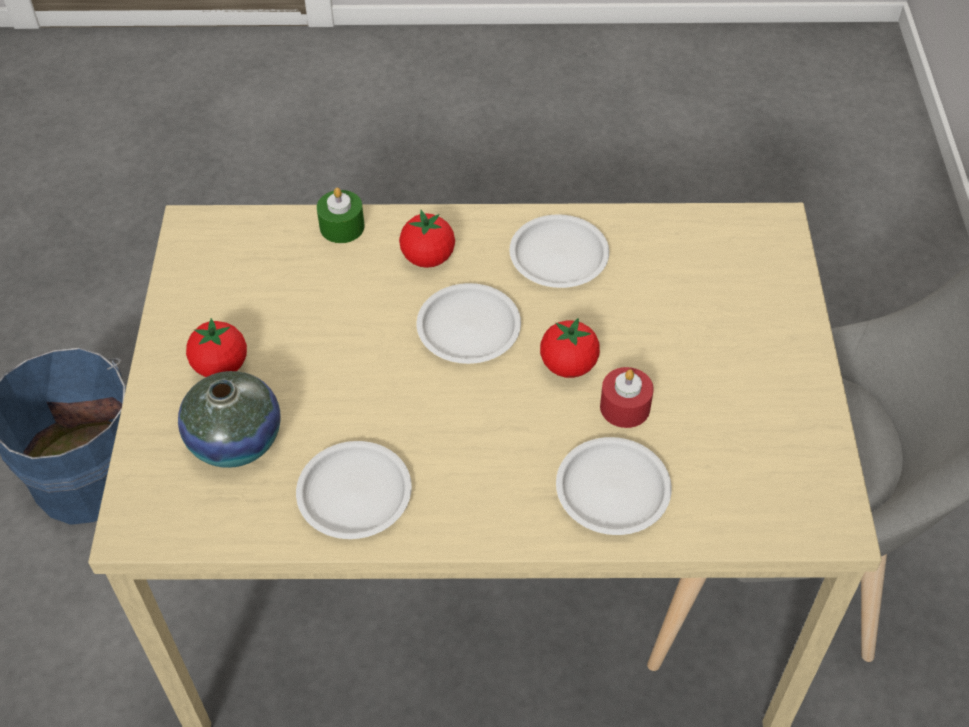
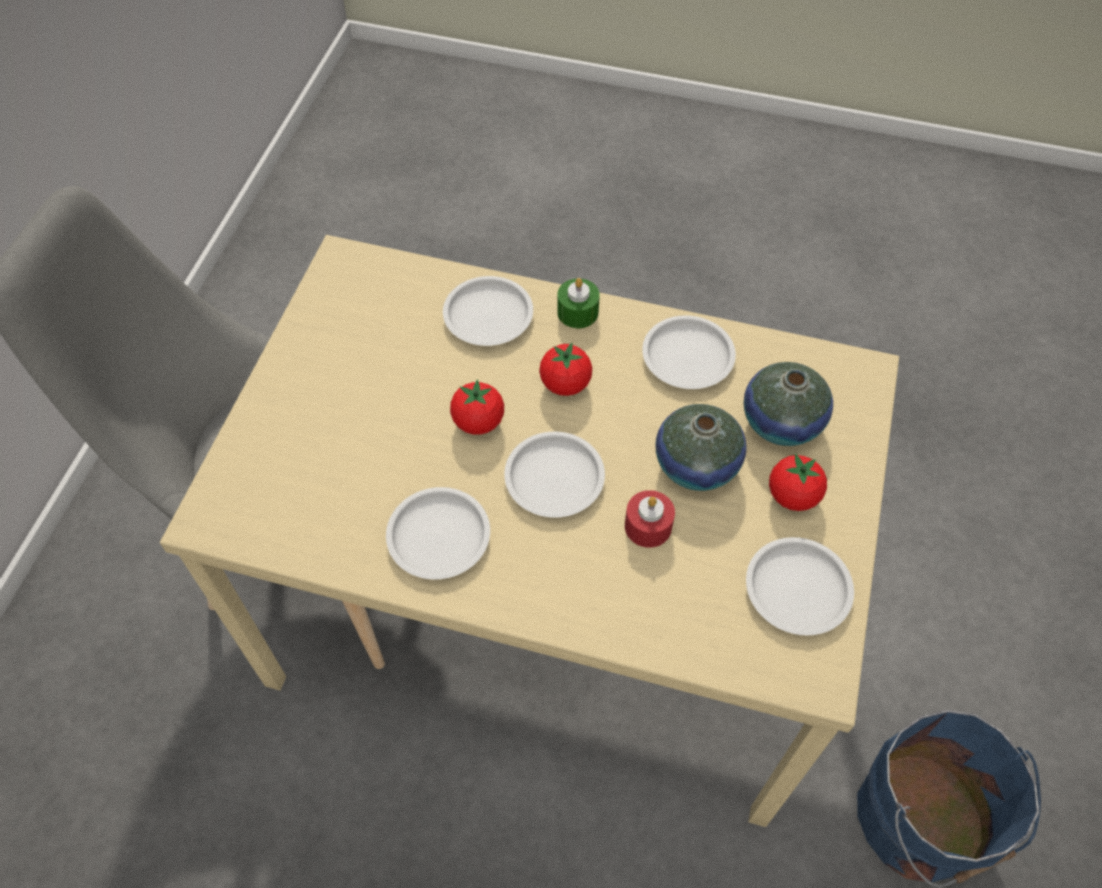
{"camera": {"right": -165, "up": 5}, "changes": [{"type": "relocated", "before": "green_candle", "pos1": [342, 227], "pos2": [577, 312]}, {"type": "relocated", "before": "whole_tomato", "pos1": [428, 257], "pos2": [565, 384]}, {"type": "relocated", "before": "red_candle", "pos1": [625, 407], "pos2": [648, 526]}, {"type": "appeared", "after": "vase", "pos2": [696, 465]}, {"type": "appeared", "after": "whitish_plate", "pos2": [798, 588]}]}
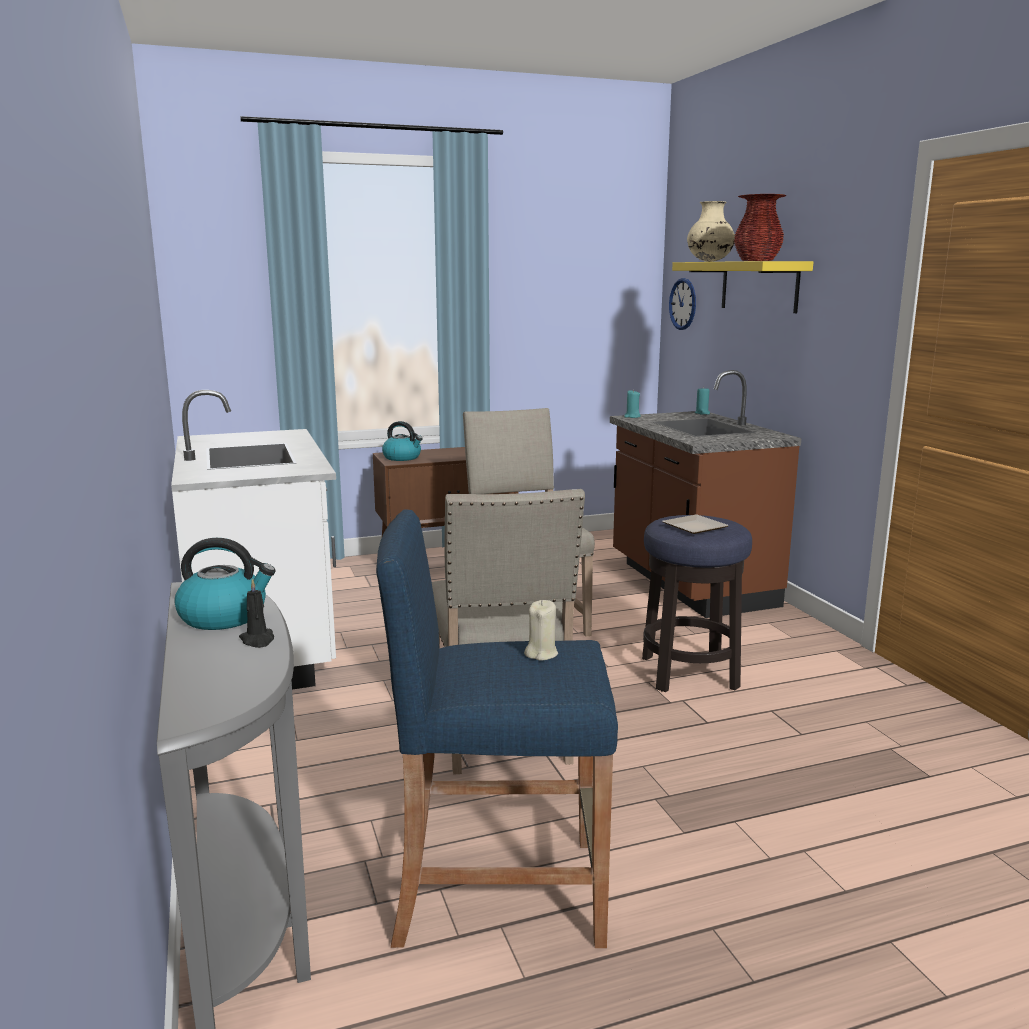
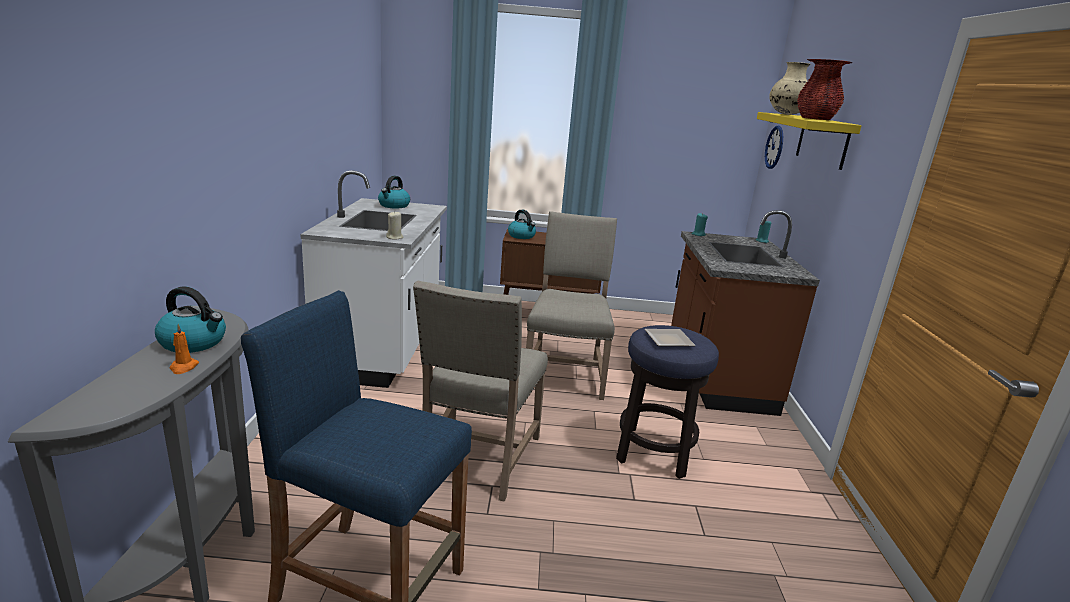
{"camera": {"right": 20, "up": 5}, "changes": [{"type": "colour", "before": "black_candle", "after": "orangey_candle", "pos1": [258, 640], "pos2": [183, 367]}, {"type": "relocated", "before": "beige-coloured_candle", "pos1": [541, 653], "pos2": [395, 237]}, {"type": "appeared", "after": "kettle", "pos2": [394, 206]}]}
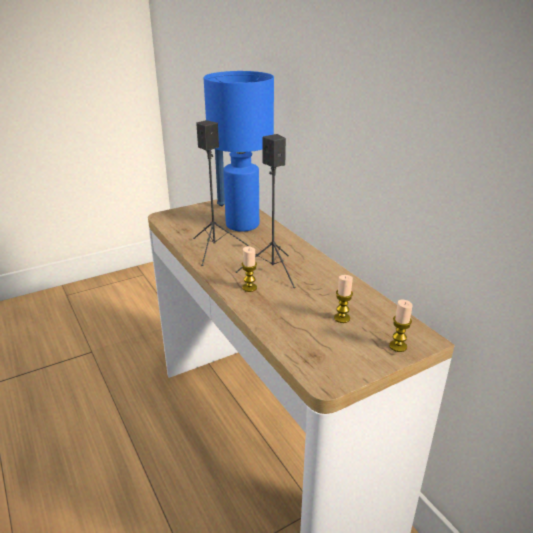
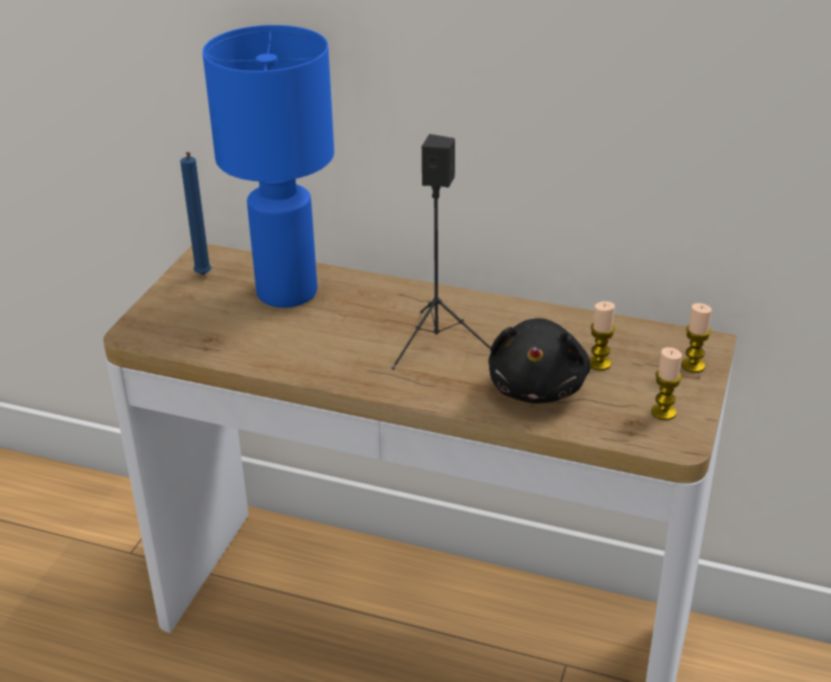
{"camera": {"right": -40, "up": 5}, "changes": [{"type": "missing", "before": "black_speaker", "pos1": [215, 249]}, {"type": "relocated", "before": "candle", "pos1": [249, 288], "pos2": [663, 412]}, {"type": "appeared", "after": "black_plush_toy", "pos2": [538, 387]}]}
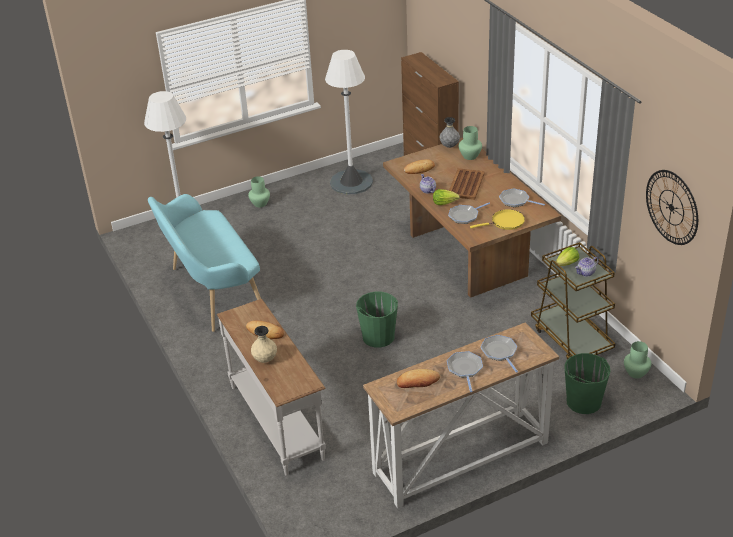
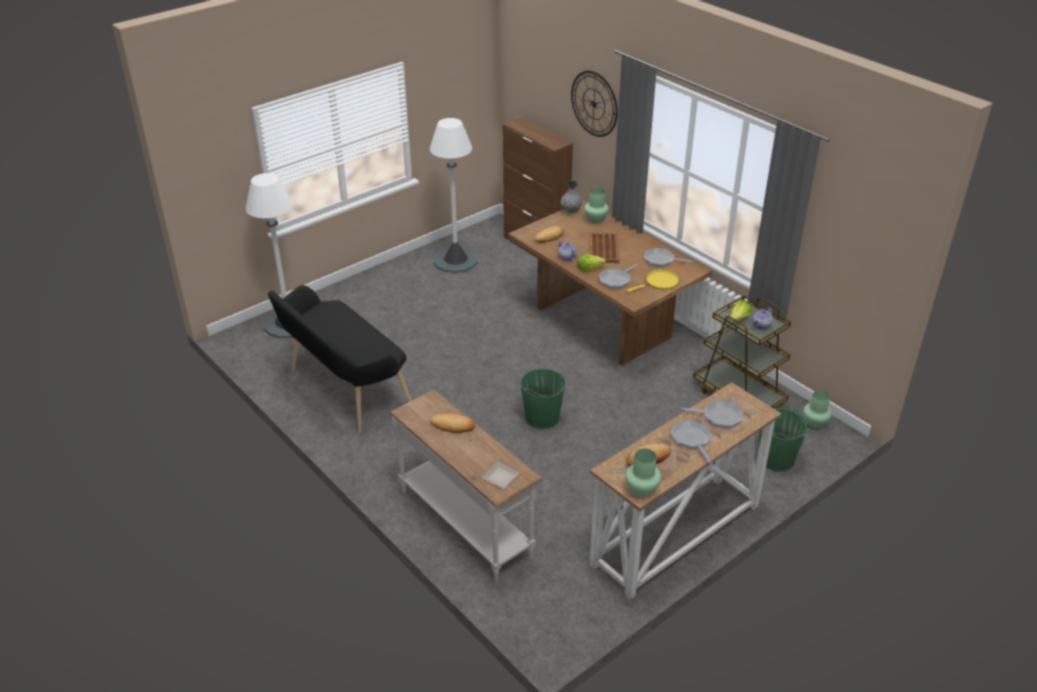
{"camera": {"right": -15, "up": 0}, "changes": [{"type": "colour", "before": "turquoise-coloured_indoor_bench", "after": "black_indoor_bench", "pos1": [212, 292], "pos2": [344, 390]}, {"type": "relocated", "before": "green_vase", "pos1": [260, 203], "pos2": [642, 489]}, {"type": "missing", "before": "beige-coloured_vase", "pos1": [265, 359]}, {"type": "spun", "before": "skillet", "pos1": [500, 352], "pos2": [720, 417], "turn": 135}, {"type": "relocated", "before": "hanging_clock", "pos1": [671, 207], "pos2": [594, 104]}, {"type": "appeared", "after": "plate", "pos2": [502, 477]}]}
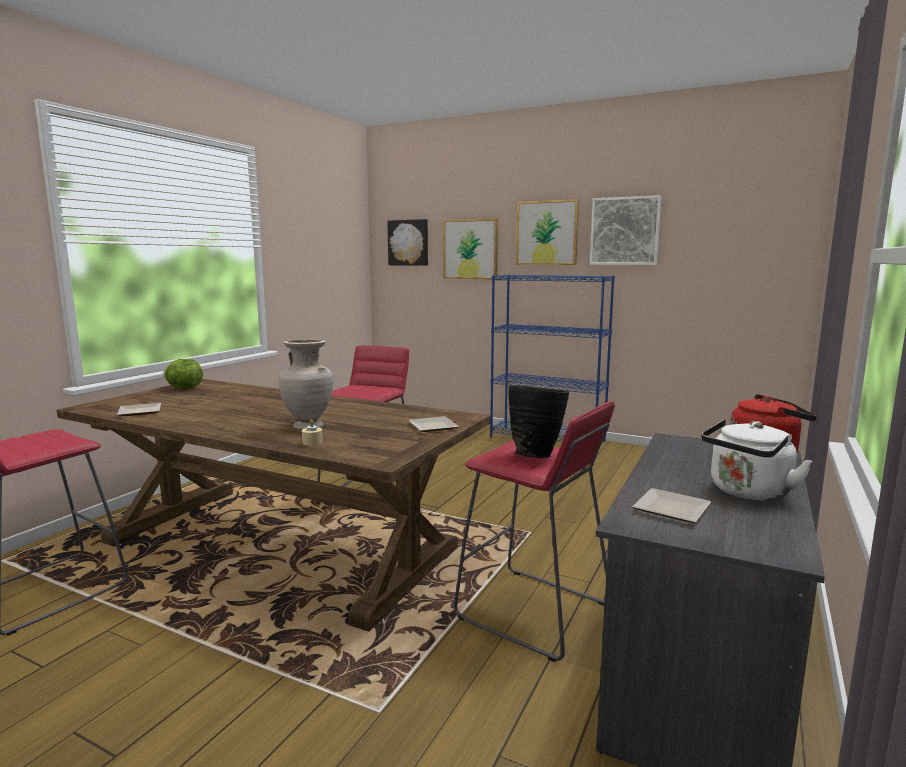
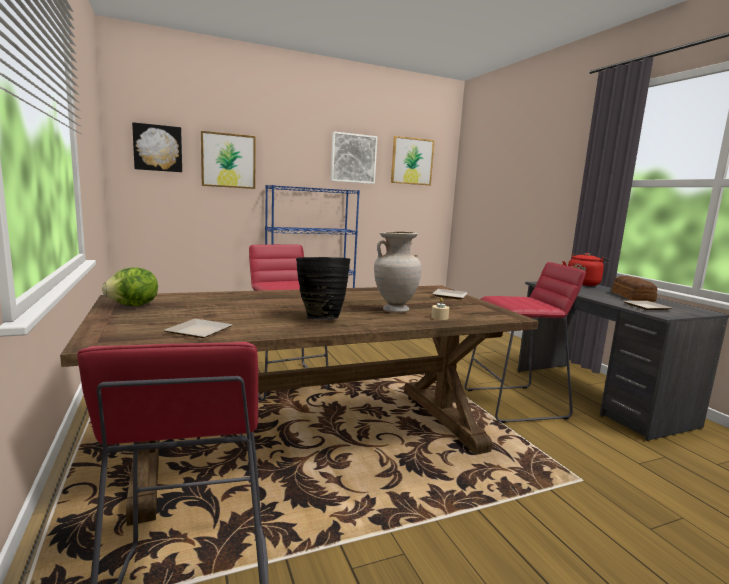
{"camera": {"right": -50, "up": 0}, "changes": [{"type": "relocated", "before": "black_vase", "pos1": [536, 454], "pos2": [320, 318]}, {"type": "relocated", "before": "wall_art", "pos1": [547, 233], "pos2": [412, 161]}, {"type": "exchanged", "before": "whitish_kettle", "after": "bread", "pos1": [747, 493], "pos2": [632, 297]}]}
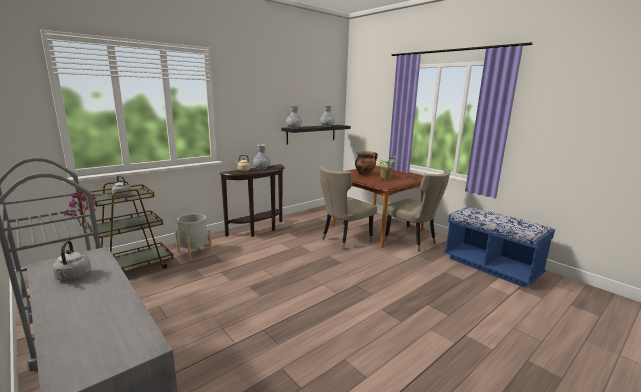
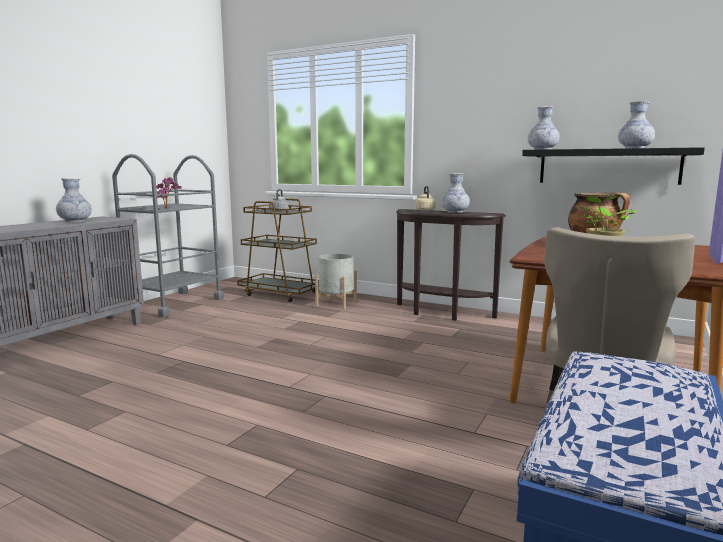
{"camera": {"right": 70, "up": -5}, "changes": [{"type": "exchanged", "before": "grey_kettle", "after": "vase", "pos1": [73, 277], "pos2": [75, 221]}, {"type": "missing", "before": "beige-coloured_plain_chair", "pos1": [344, 240]}]}
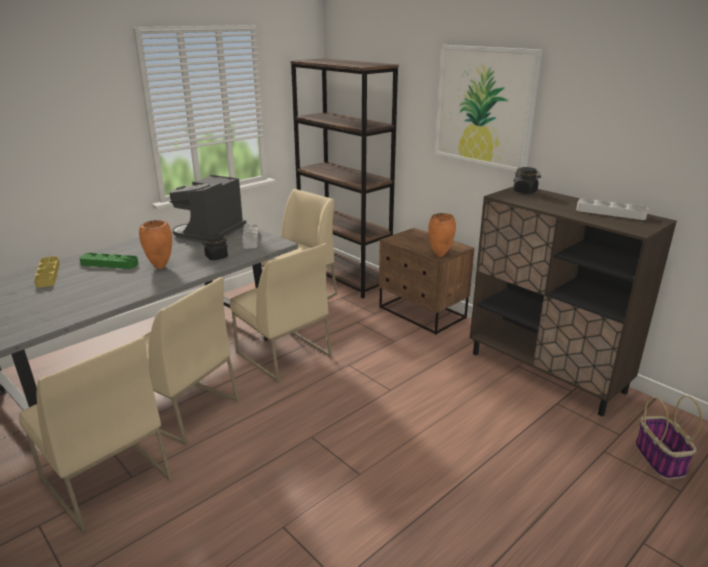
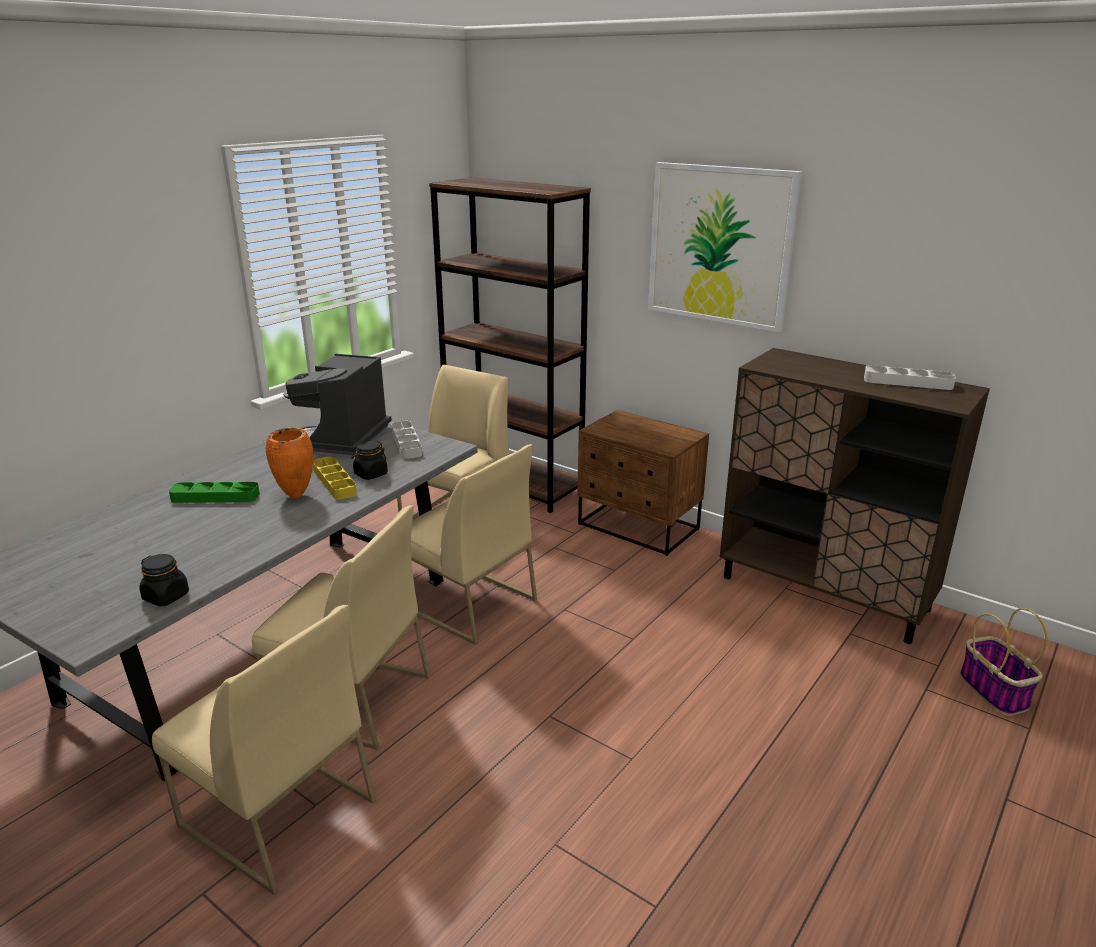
{"camera": {"right": -10, "up": 0}, "changes": [{"type": "relocated", "before": "yellow-coloured_carrying_tray", "pos1": [48, 274], "pos2": [334, 482]}, {"type": "missing", "before": "orangey_vase", "pos1": [440, 255]}, {"type": "relocated", "before": "black_preserve_jar", "pos1": [525, 191], "pos2": [166, 597]}]}
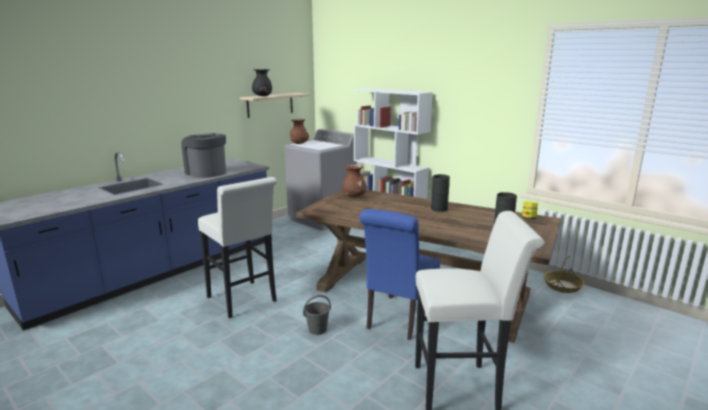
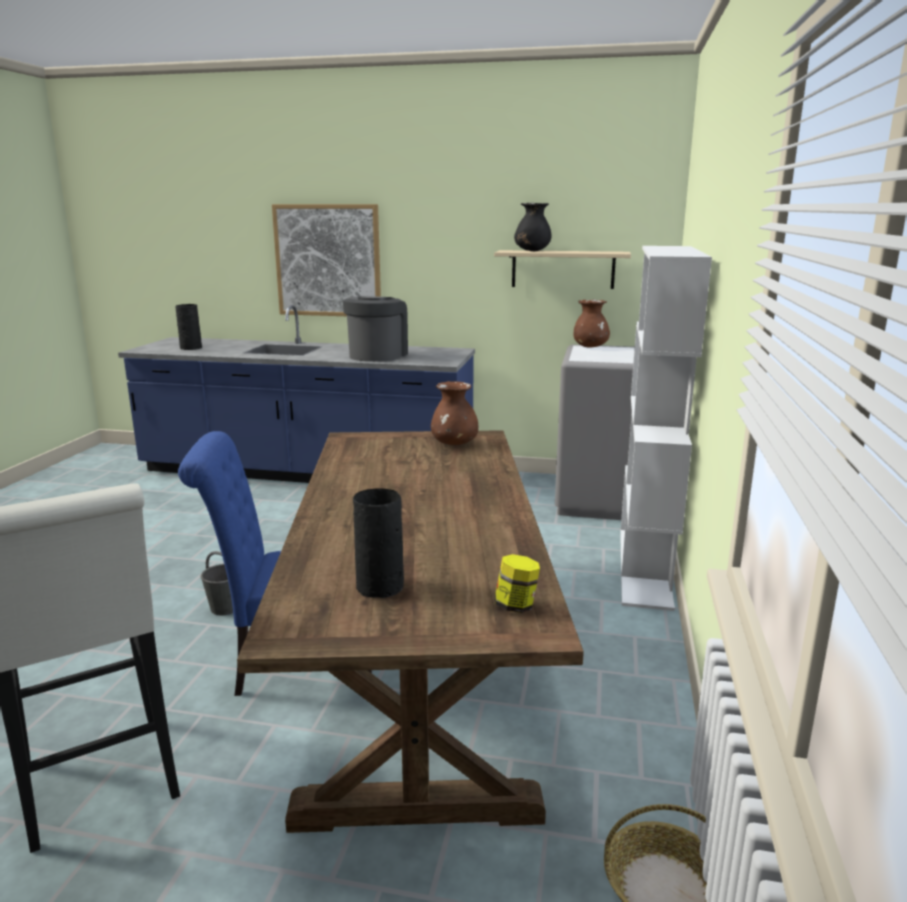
{"camera": {"right": 60, "up": 0}, "changes": [{"type": "missing", "before": "whitish_stool", "pos1": [244, 301]}, {"type": "relocated", "before": "black_vase", "pos1": [438, 209], "pos2": [191, 348]}, {"type": "appeared", "after": "wall_art", "pos2": [328, 261]}]}
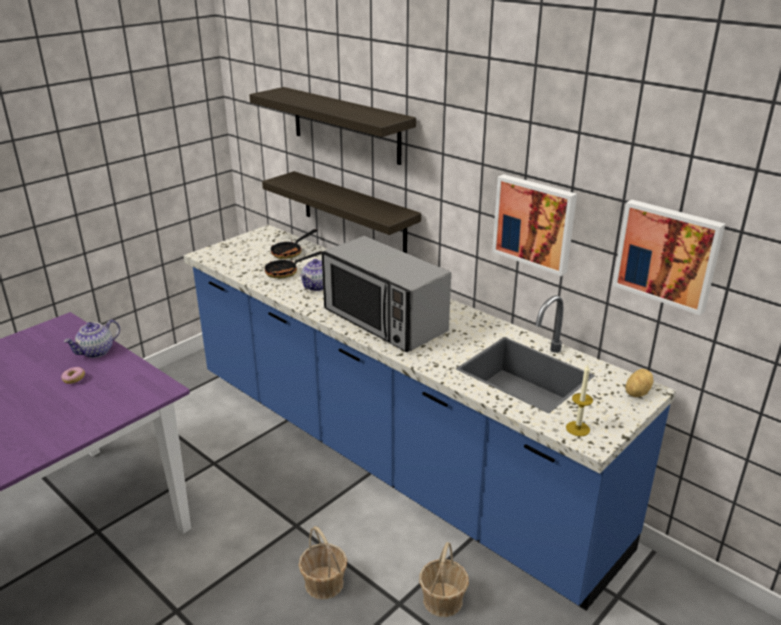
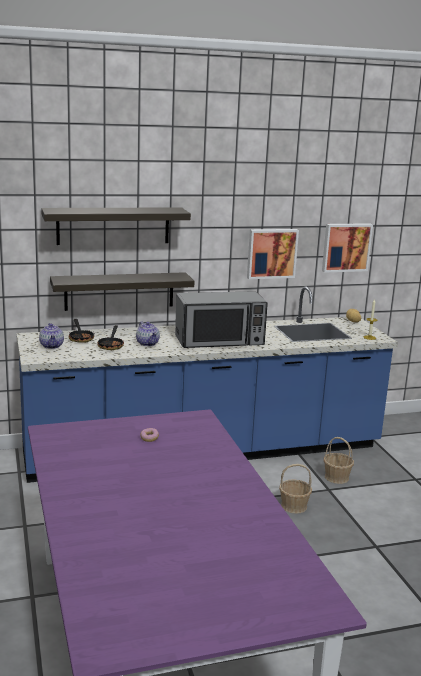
{"camera": {"right": -60, "up": -10}, "changes": [{"type": "relocated", "before": "tea_pot", "pos1": [96, 352], "pos2": [52, 346]}]}
